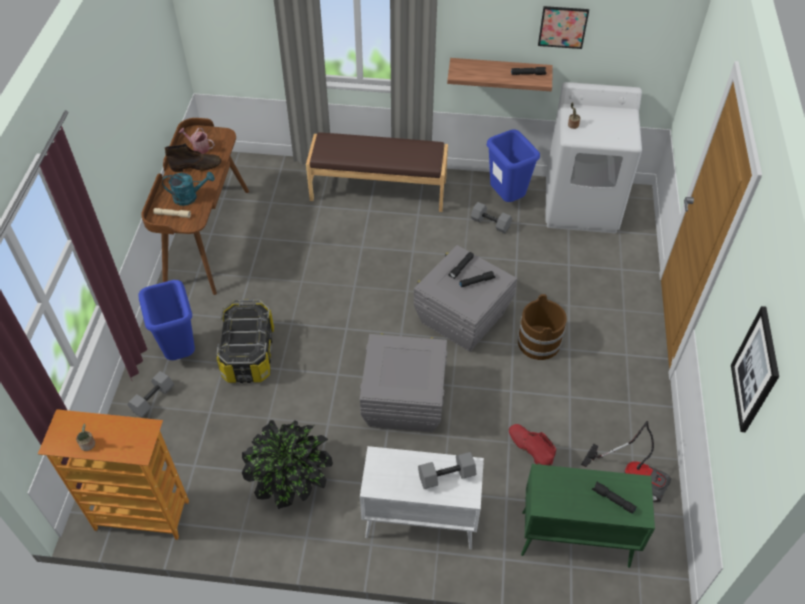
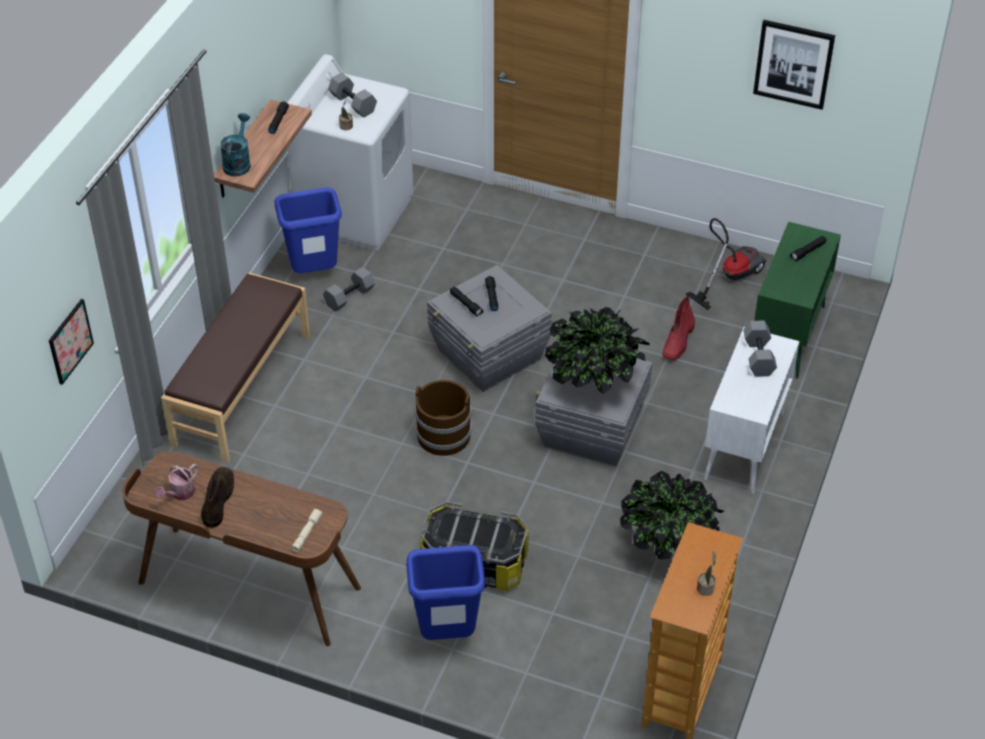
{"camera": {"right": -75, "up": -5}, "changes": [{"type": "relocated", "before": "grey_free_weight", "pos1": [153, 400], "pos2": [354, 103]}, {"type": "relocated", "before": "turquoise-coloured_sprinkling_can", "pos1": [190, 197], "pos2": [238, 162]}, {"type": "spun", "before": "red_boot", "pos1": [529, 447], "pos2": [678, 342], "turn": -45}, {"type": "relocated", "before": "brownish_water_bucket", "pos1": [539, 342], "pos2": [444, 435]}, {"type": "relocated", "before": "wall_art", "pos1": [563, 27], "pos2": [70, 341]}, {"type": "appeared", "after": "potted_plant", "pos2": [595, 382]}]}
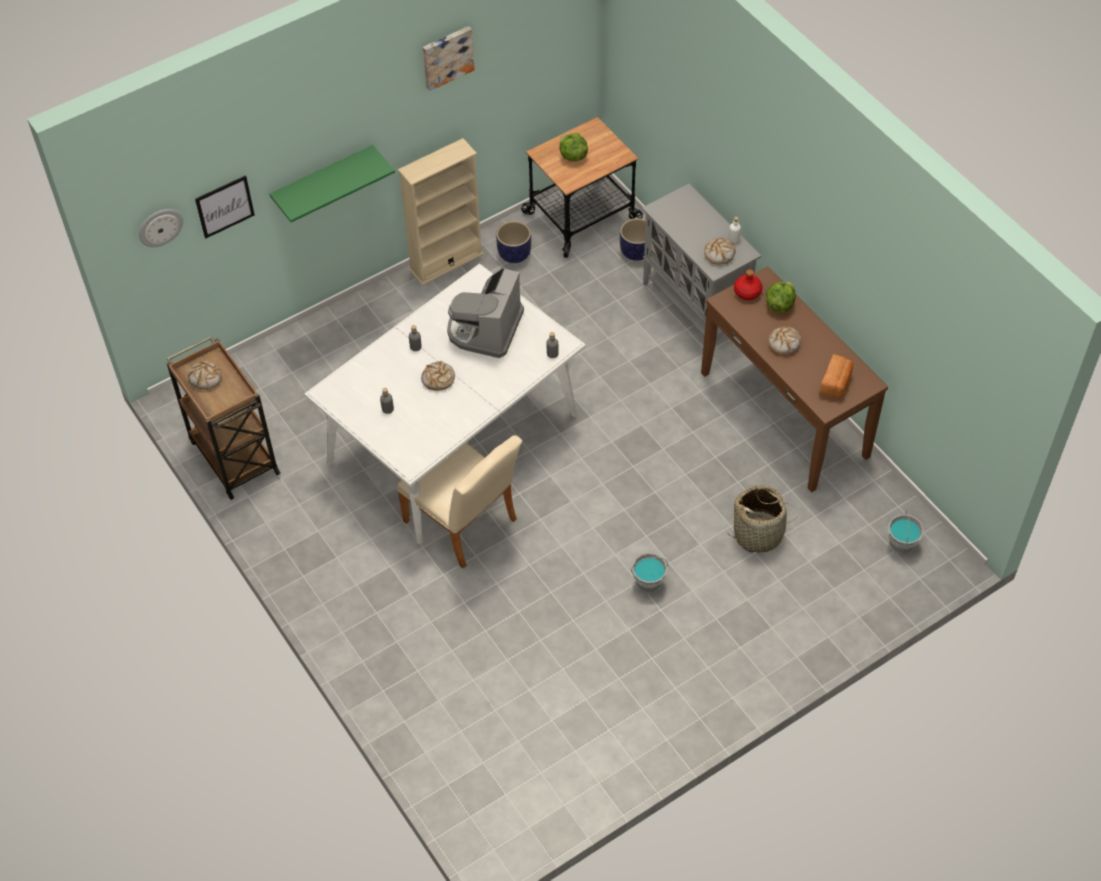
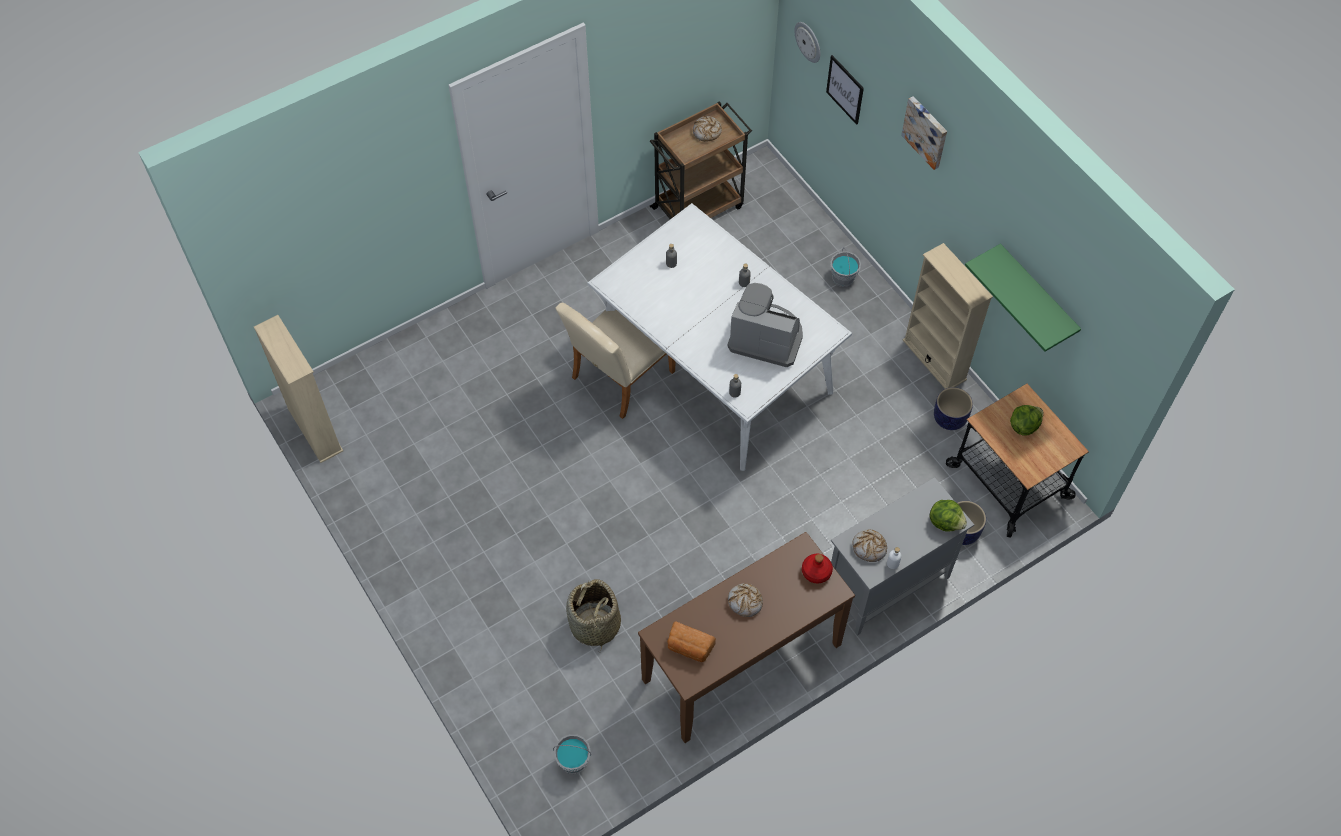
{"camera": {"right": 90, "up": 5}, "changes": [{"type": "relocated", "before": "green_shelf", "pos1": [323, 181], "pos2": [1036, 296]}, {"type": "missing", "before": "bread", "pos1": [438, 379]}, {"type": "relocated", "before": "wall_art", "pos1": [447, 56], "pos2": [926, 131]}, {"type": "relocated", "before": "grey_water_bucket", "pos1": [648, 583], "pos2": [842, 278]}, {"type": "relocated", "before": "lettuce_head", "pos1": [779, 305], "pos2": [945, 522]}, {"type": "appeared", "after": "beige-coloured_bookcase", "pos2": [315, 430]}]}
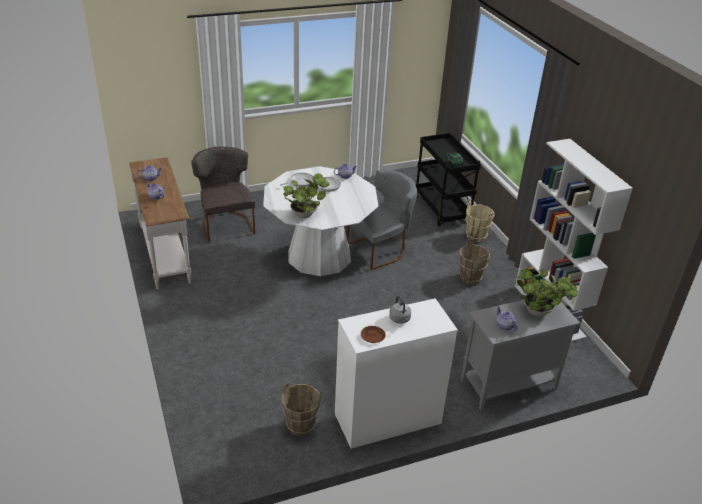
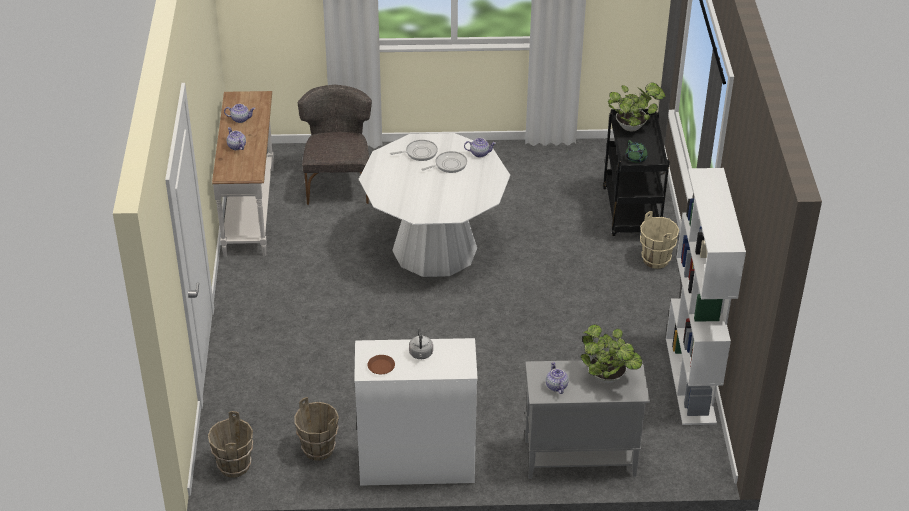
{"camera": {"right": 20, "up": 5}, "changes": [{"type": "relocated", "before": "potted_plant", "pos1": [305, 214], "pos2": [633, 126]}, {"type": "missing", "before": "grey_plain_chair", "pos1": [380, 249]}, {"type": "relocated", "before": "brownish_water_bucket", "pos1": [470, 278], "pos2": [234, 466]}]}
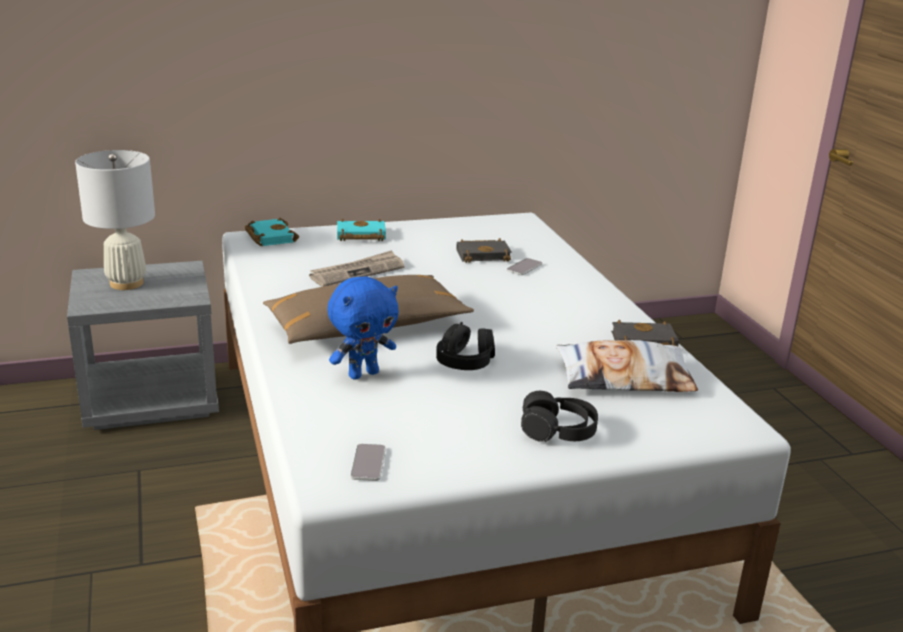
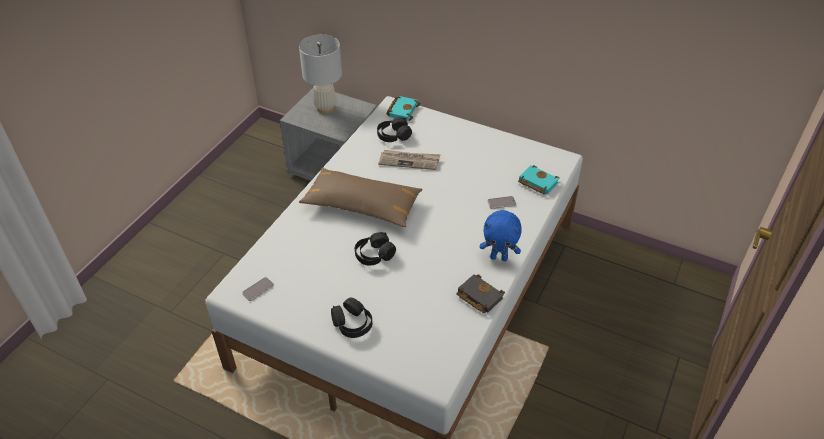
{"camera": {"right": 45, "up": 20}, "changes": [{"type": "relocated", "before": "blue-coloured_plush_toy", "pos1": [363, 374], "pos2": [499, 257]}, {"type": "relocated", "before": "turquoise-coloured_book", "pos1": [359, 236], "pos2": [536, 182]}, {"type": "missing", "before": "black_book", "pos1": [484, 255]}, {"type": "missing", "before": "cushion", "pos1": [624, 377]}, {"type": "appeared", "after": "black_headphones", "pos2": [393, 135]}]}
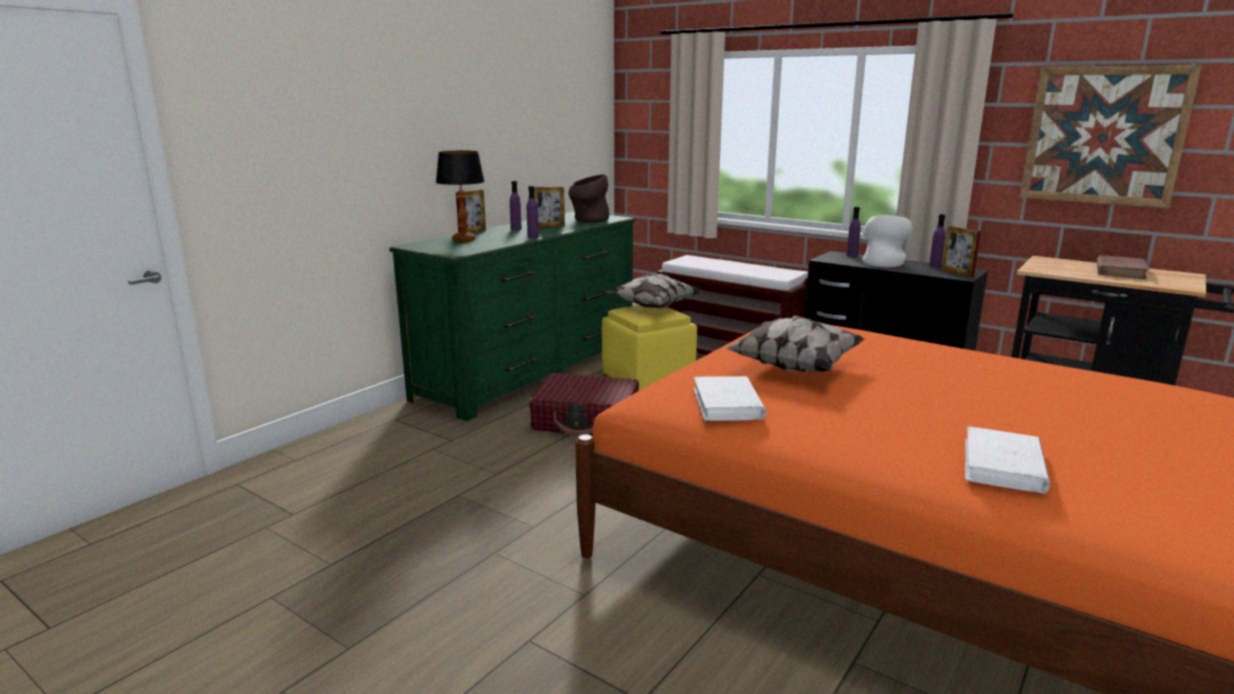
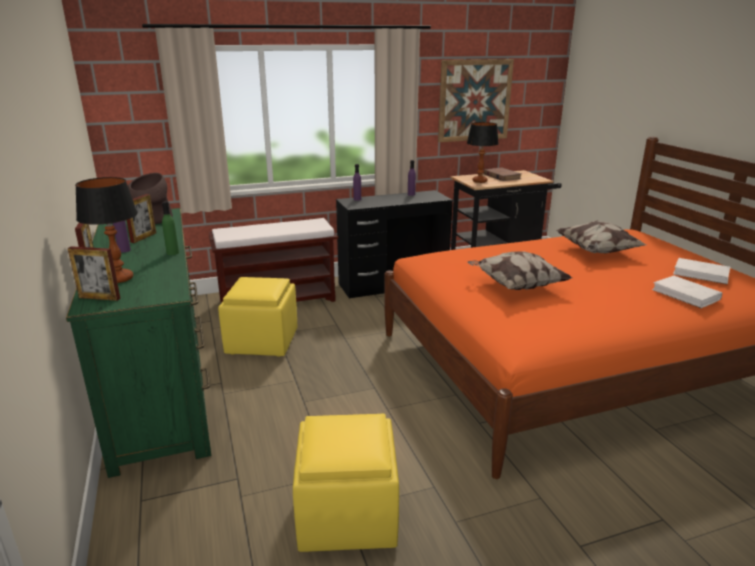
{"camera": {"right": -55, "up": 5}, "changes": [{"type": "colour", "before": "purplish_beverage_bottle", "after": "green_beverage_bottle", "pos1": [533, 237], "pos2": [172, 253]}, {"type": "missing", "before": "red_travel_case", "pos1": [586, 420]}, {"type": "relocated", "before": "cushion", "pos1": [652, 307], "pos2": [596, 252]}, {"type": "relocated", "before": "whitish_book", "pos1": [727, 404], "pos2": [701, 274]}, {"type": "missing", "before": "whitish_vase", "pos1": [883, 263]}, {"type": "relocated", "before": "photo_frame", "pos1": [957, 273], "pos2": [99, 298]}, {"type": "appeared", "after": "yellow-coloured_ottoman", "pos2": [346, 514]}, {"type": "appeared", "after": "tabletop_lamp", "pos2": [479, 181]}]}
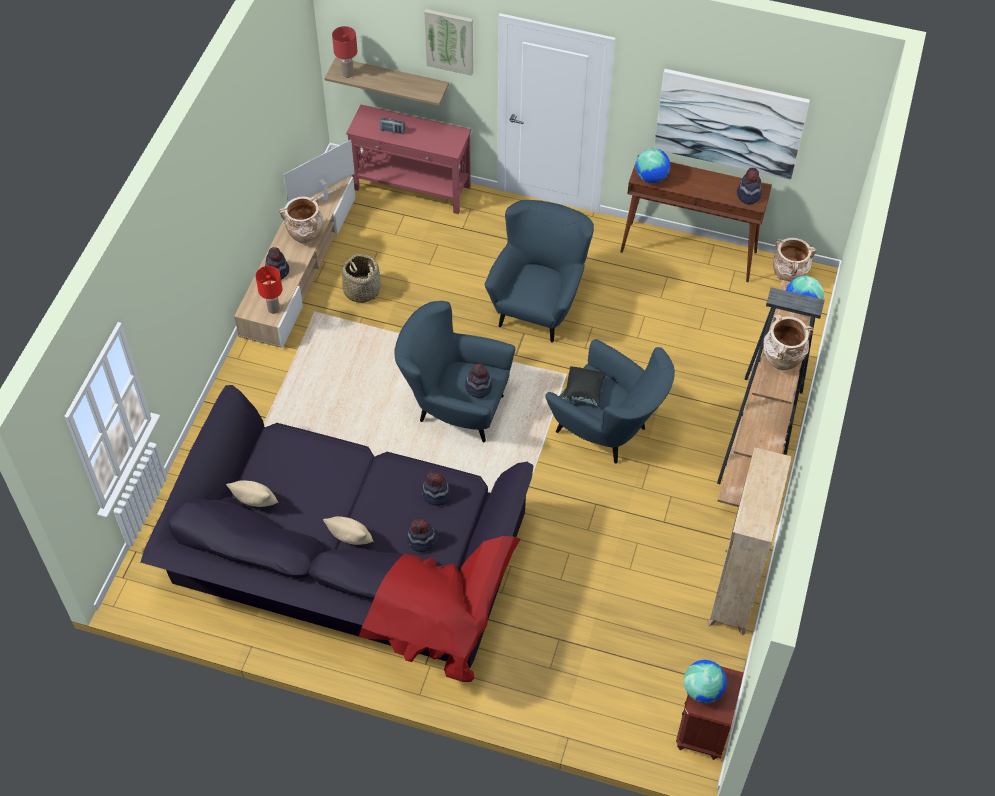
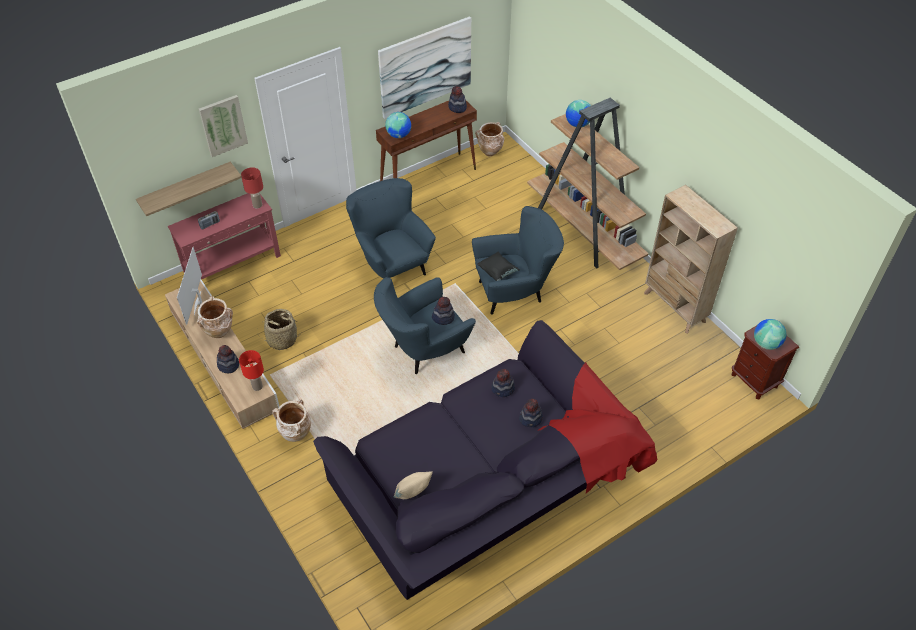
{"camera": {"right": -50, "up": -5}, "changes": [{"type": "missing", "before": "beige-coloured_cushion", "pos1": [350, 539]}, {"type": "relocated", "before": "red_tabletop_lamp", "pos1": [347, 74], "pos2": [257, 205]}, {"type": "relocated", "before": "beige-coloured_vase", "pos1": [781, 362], "pos2": [296, 435]}]}
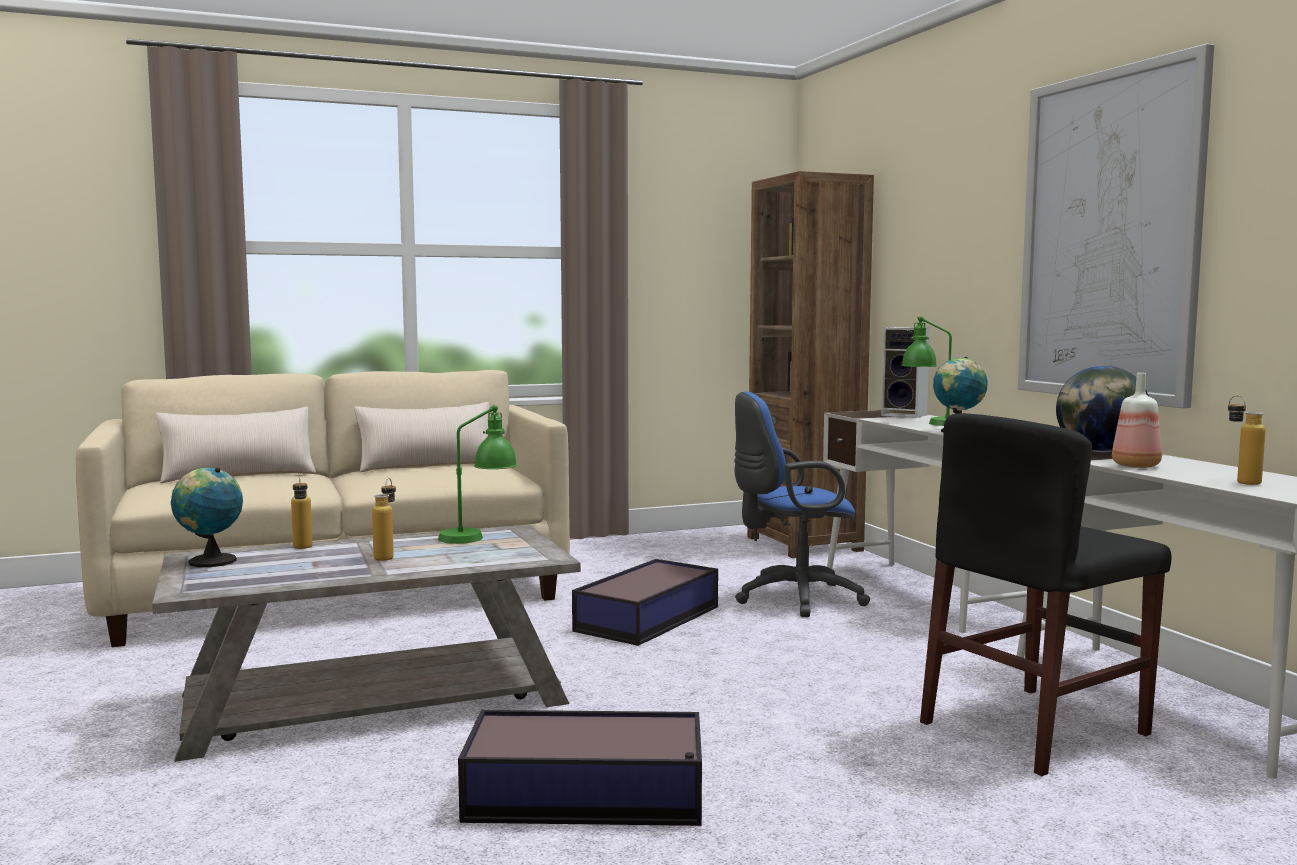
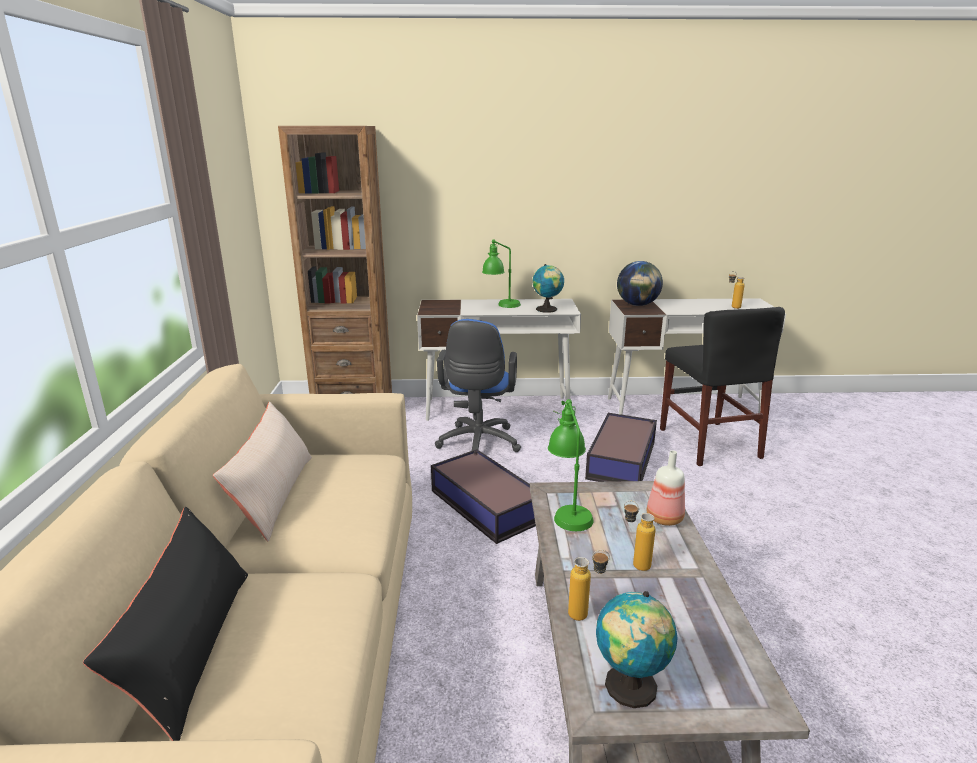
{"camera": {"right": -70, "up": 15}, "changes": [{"type": "colour", "before": "beige-coloured_cushion", "after": "black_cushion", "pos1": [238, 475], "pos2": [191, 648]}, {"type": "relocated", "before": "storage_box", "pos1": [588, 795], "pos2": [622, 459]}, {"type": "missing", "before": "speaker", "pos1": [906, 415]}, {"type": "missing", "before": "wall_art", "pos1": [1108, 236]}, {"type": "relocated", "before": "beverage_bottle", "pos1": [1134, 465], "pos2": [663, 518]}]}
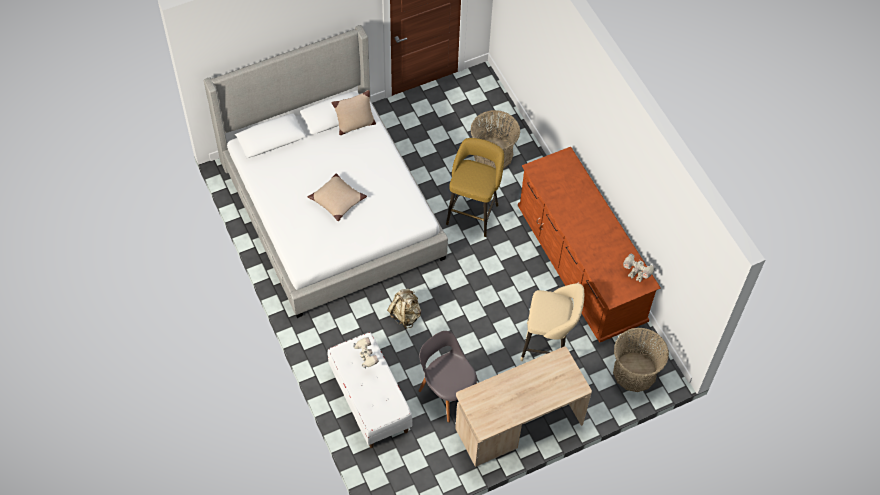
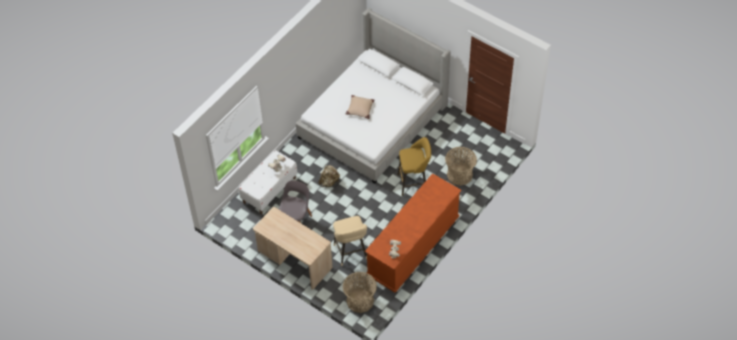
{"camera": {"right": 65, "up": -5}, "changes": [{"type": "missing", "before": "beige-coloured_cushion", "pos1": [354, 125]}]}
